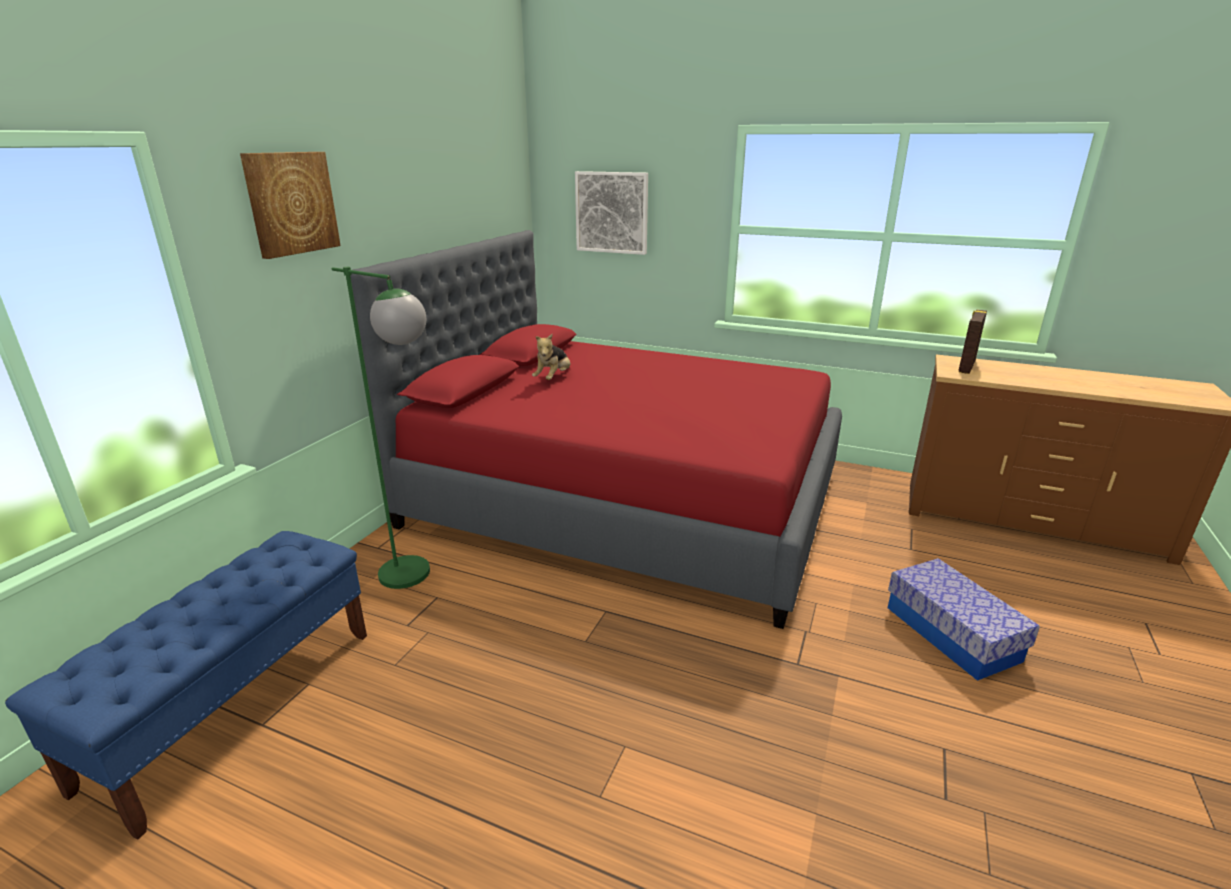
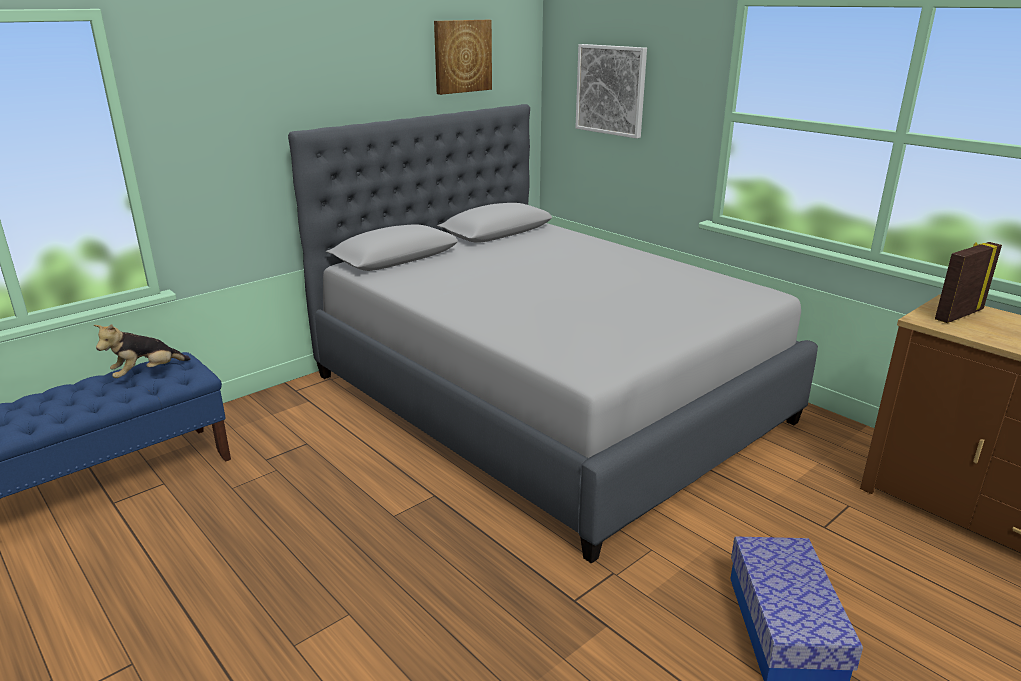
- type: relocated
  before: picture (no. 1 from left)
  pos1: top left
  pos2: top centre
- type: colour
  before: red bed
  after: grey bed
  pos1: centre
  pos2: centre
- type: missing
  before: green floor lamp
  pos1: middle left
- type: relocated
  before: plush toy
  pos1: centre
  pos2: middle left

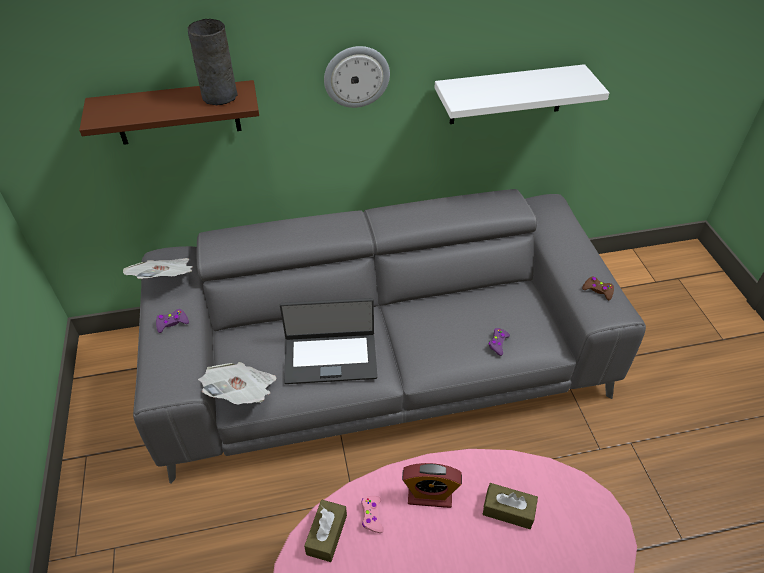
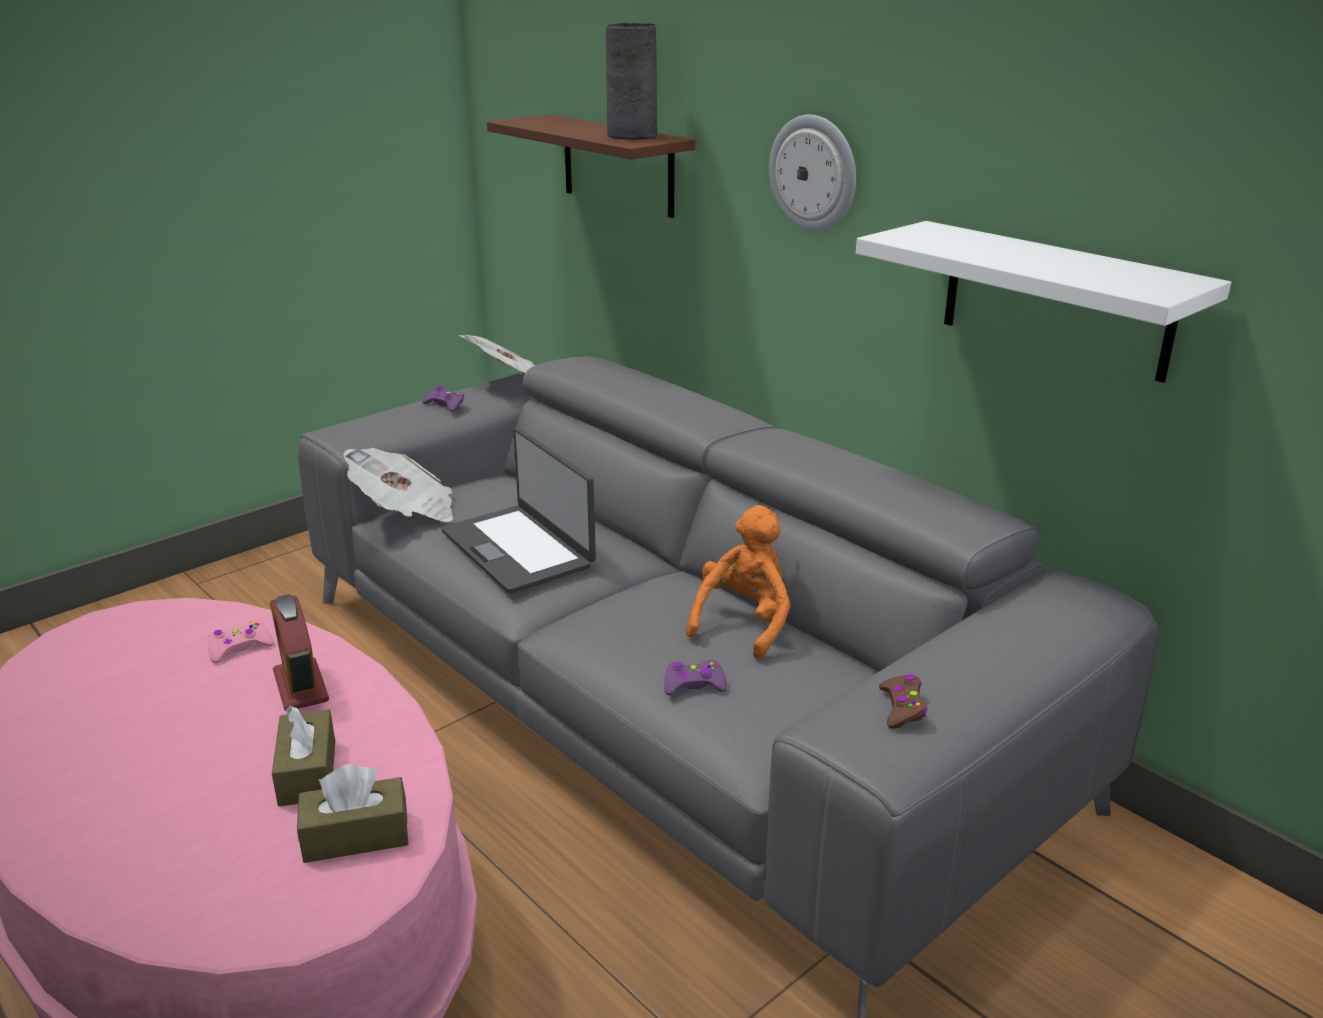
- type: relocated
  before: brown tissue box (no. 1 from left in the first image)
  after: brown tissue box (no. 2 from left)
  pos1: bottom centre
  pos2: bottom left
- type: appeared
  after: orange plush toy
  pos2: centre

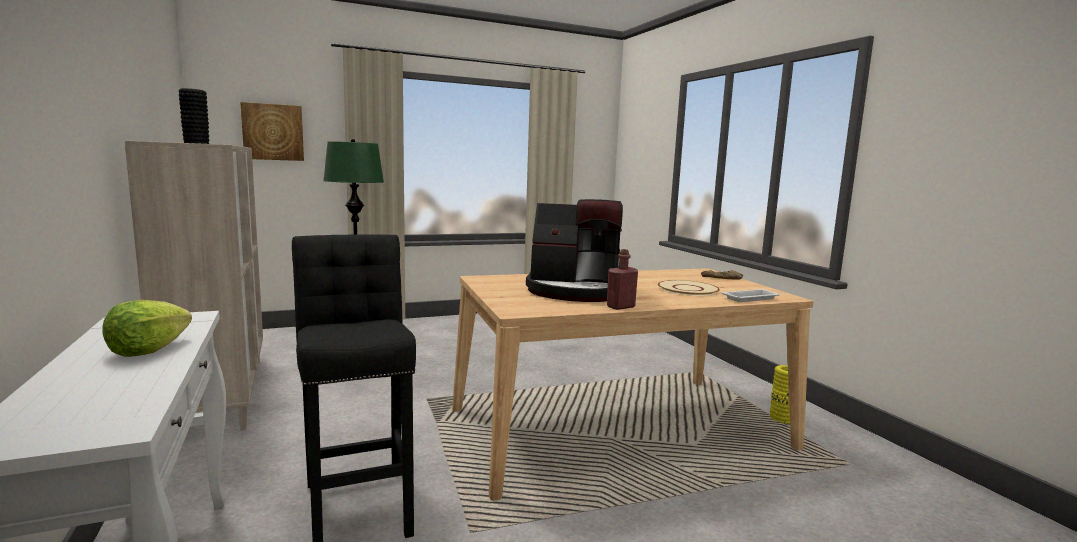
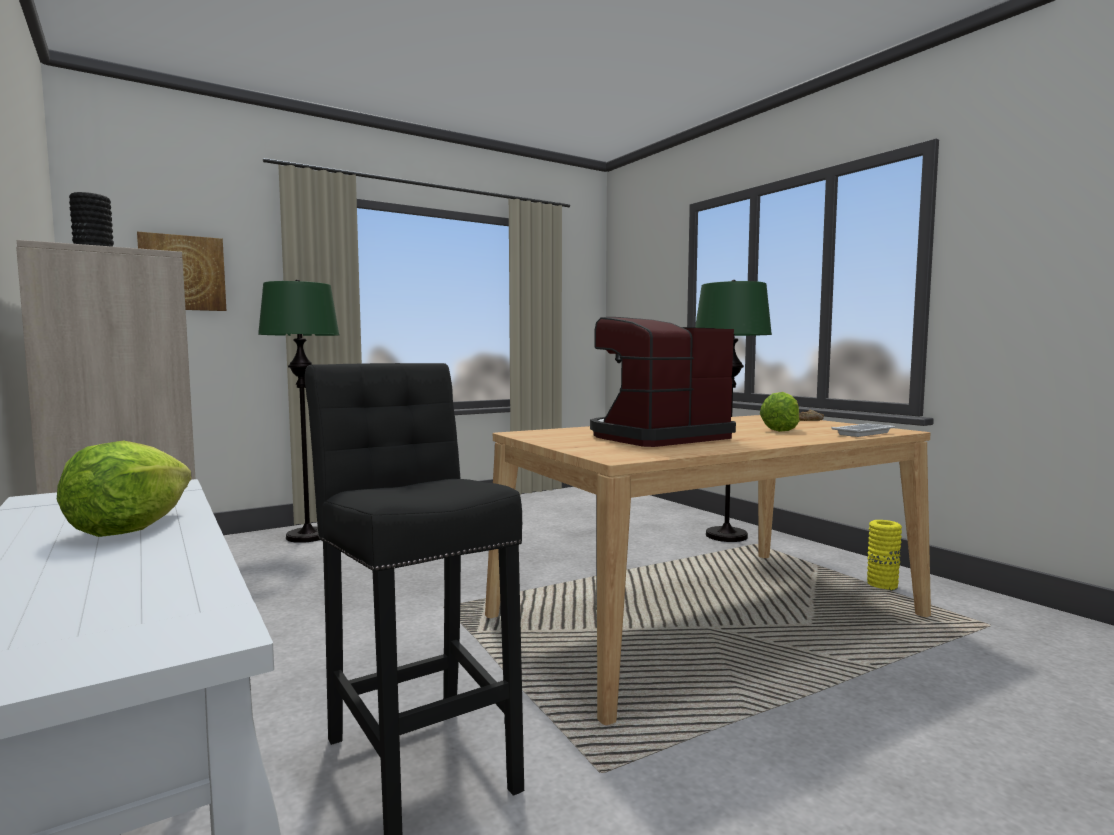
- type: spun
  before: coffee machine
  pos1: centre
  pos2: centre
  turn: 150
- type: missing
  before: red bottle
  pos1: centre
- type: exchanged
  before: beige plate
  after: lettuce (no. 2 from left)
  pos1: centre
  pos2: middle right
- type: appeared
  after: green floor lamp (no. 2 from left)
  pos2: centre

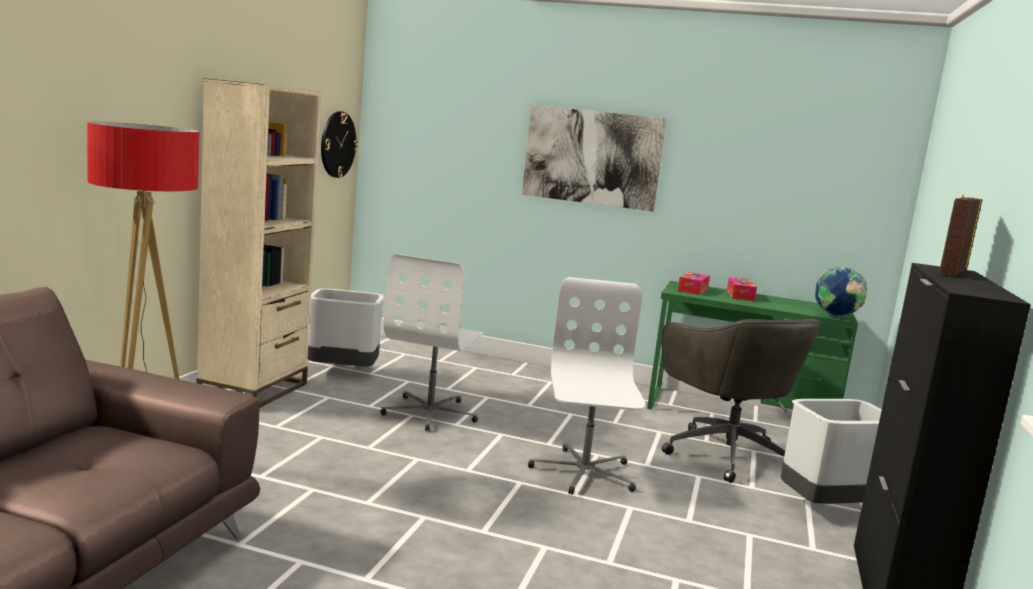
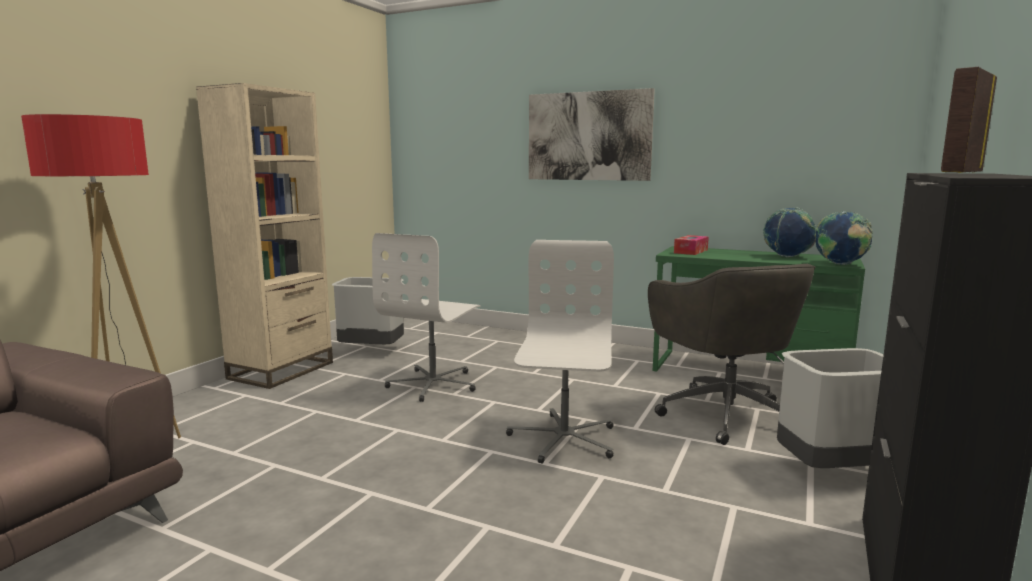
- type: missing
  before: wall clock
  pos1: top left
- type: missing
  before: tissue box (no. 2 from left)
  pos1: middle right
- type: appeared
  after: globe (no. 1 from left)
  pos2: middle right

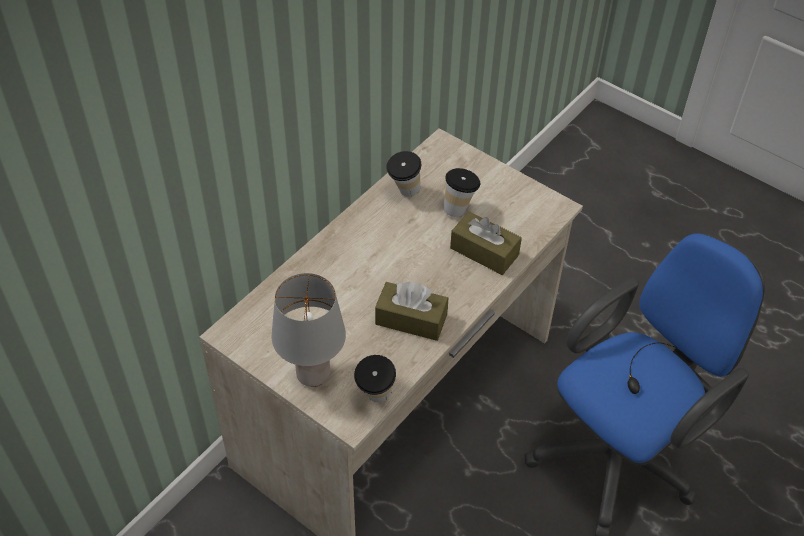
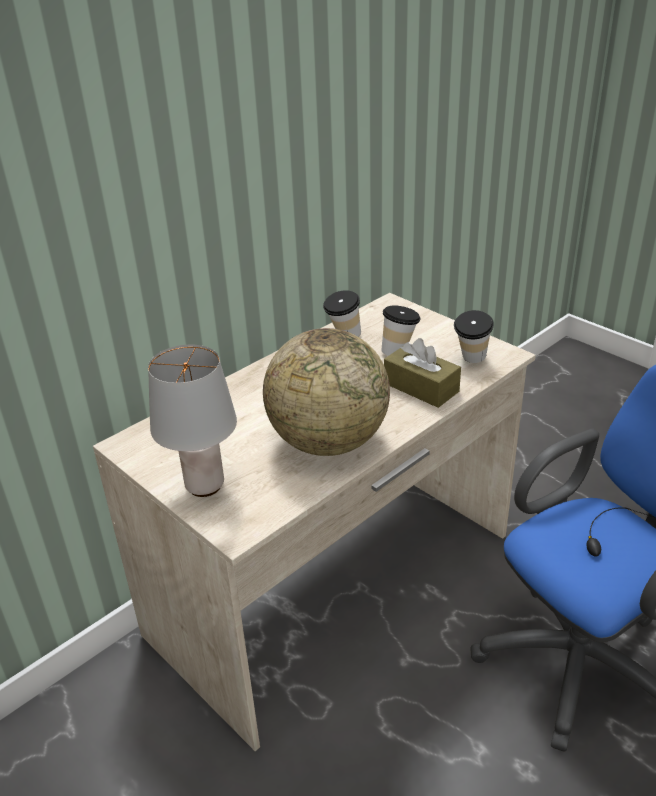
- type: exchanged
  before: brown tissue box (no. 1 from left)
  after: globe
  pos1: centre
  pos2: centre
- type: relocated
  before: cup (no. 1 from left in the first image)
  after: cup (no. 3 from left)
  pos1: bottom centre
  pos2: middle right

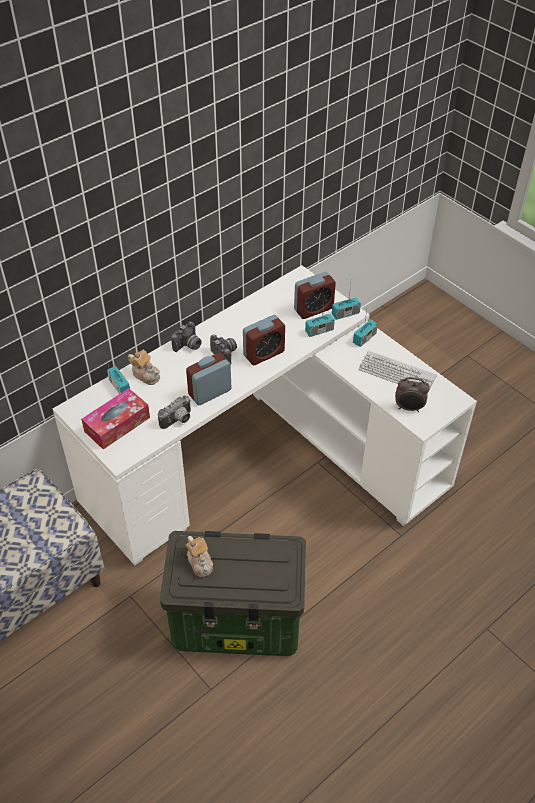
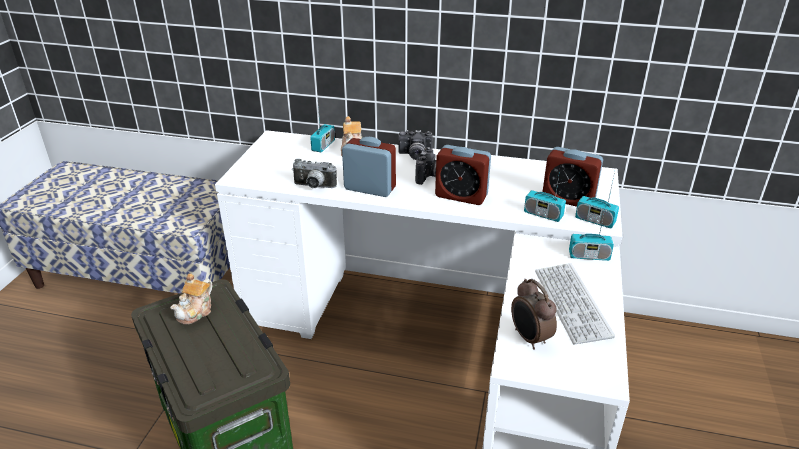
- type: missing
  before: tissue box
  pos1: middle left

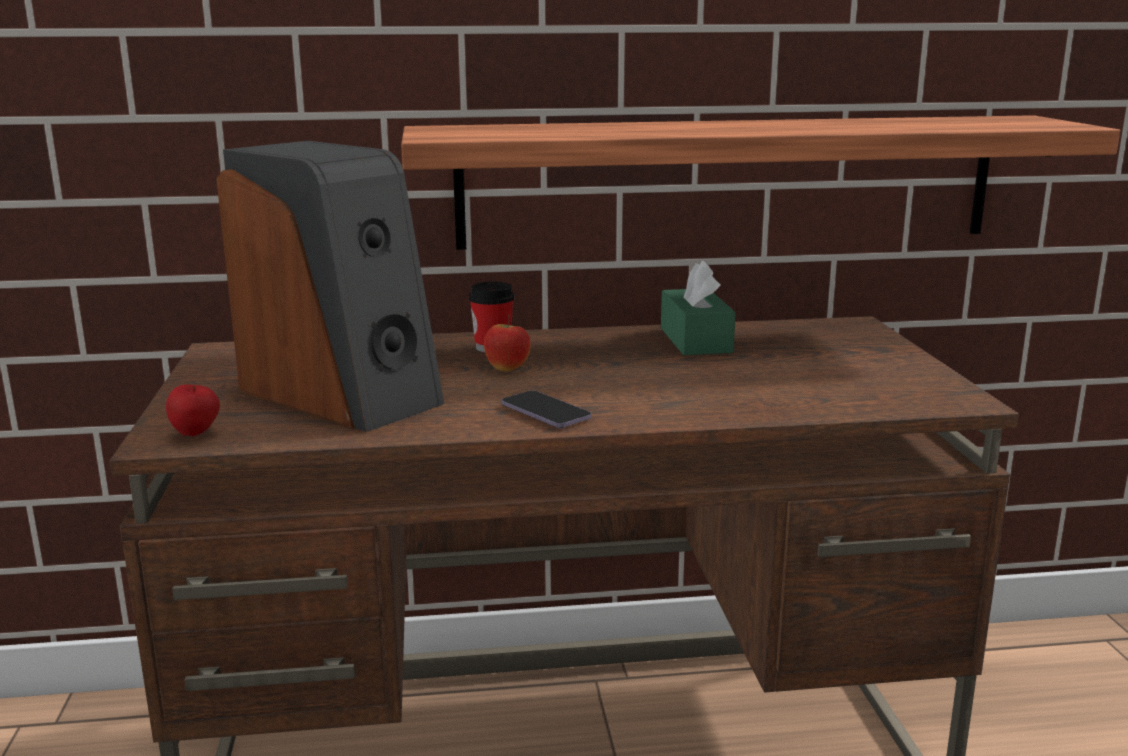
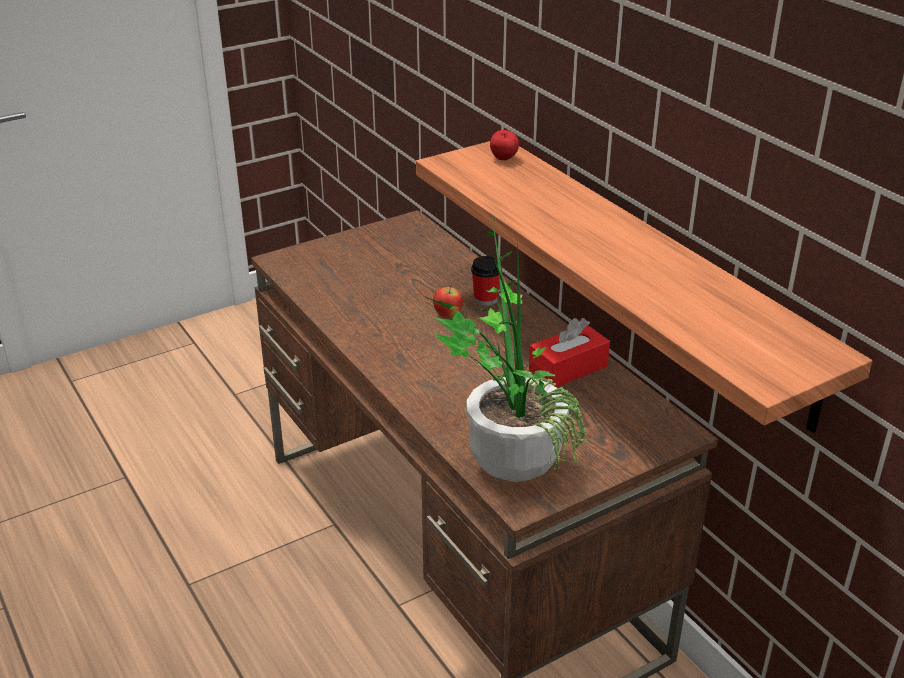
- type: missing
  before: speaker
  pos1: middle left
- type: colour
  before: green tissue box
  after: red tissue box
  pos1: centre
  pos2: centre
- type: relocated
  before: apple (no. 1 from left in the first image)
  after: apple (no. 2 from left)
  pos1: middle left
  pos2: top centre
- type: missing
  before: phone
  pos1: centre
- type: appeared
  after: potted plant
  pos2: centre

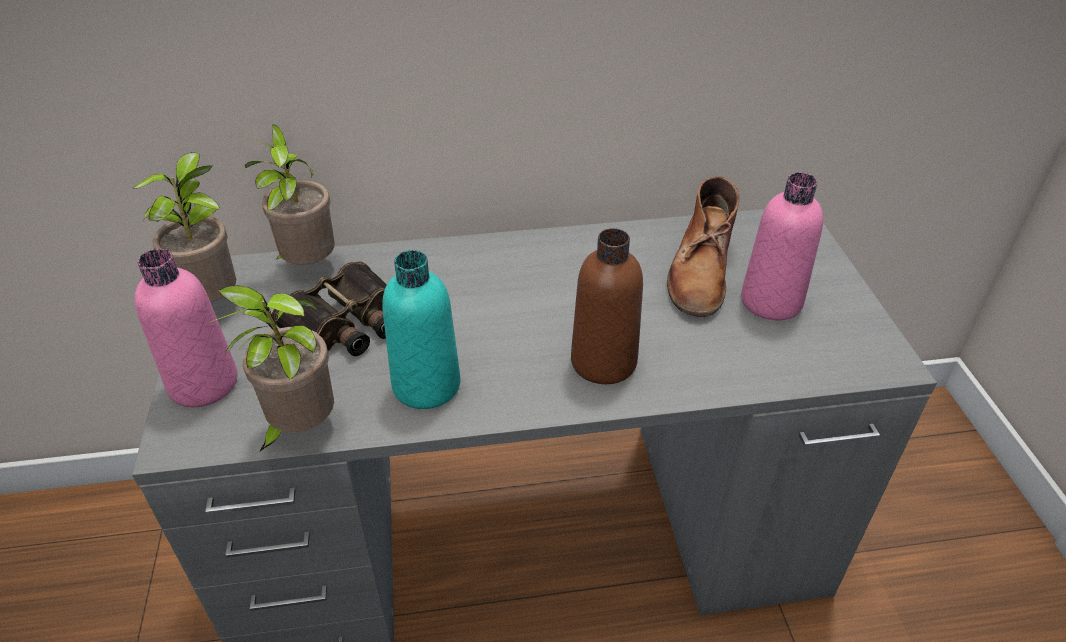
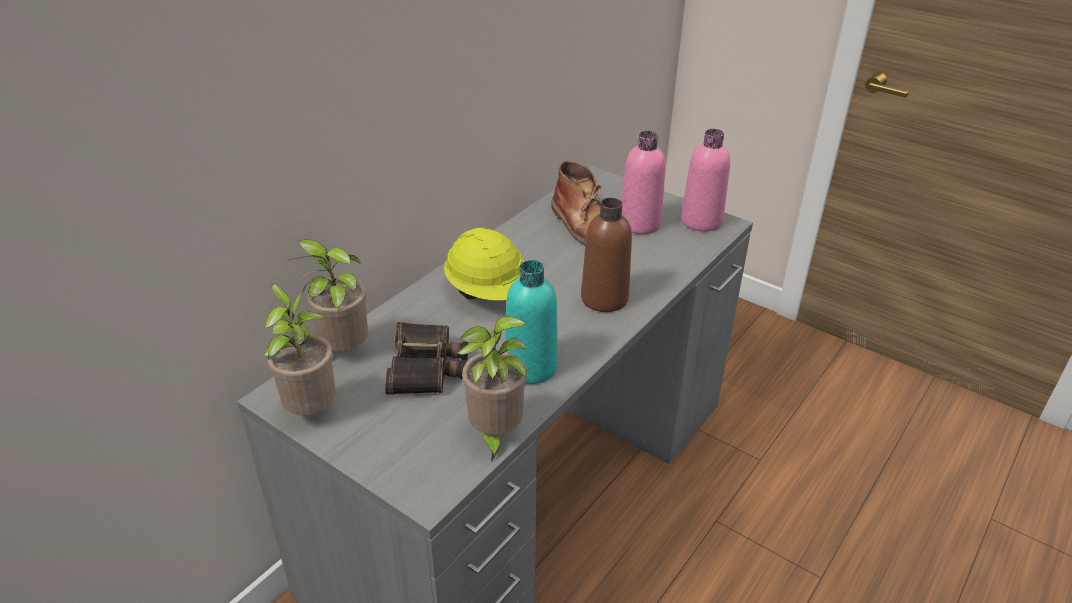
- type: relocated
  before: pink bottle (no. 1 from left in the first image)
  after: pink bottle (no. 2 from left)
  pos1: middle left
  pos2: top centre
- type: appeared
  after: yellow hard hat
  pos2: centre

